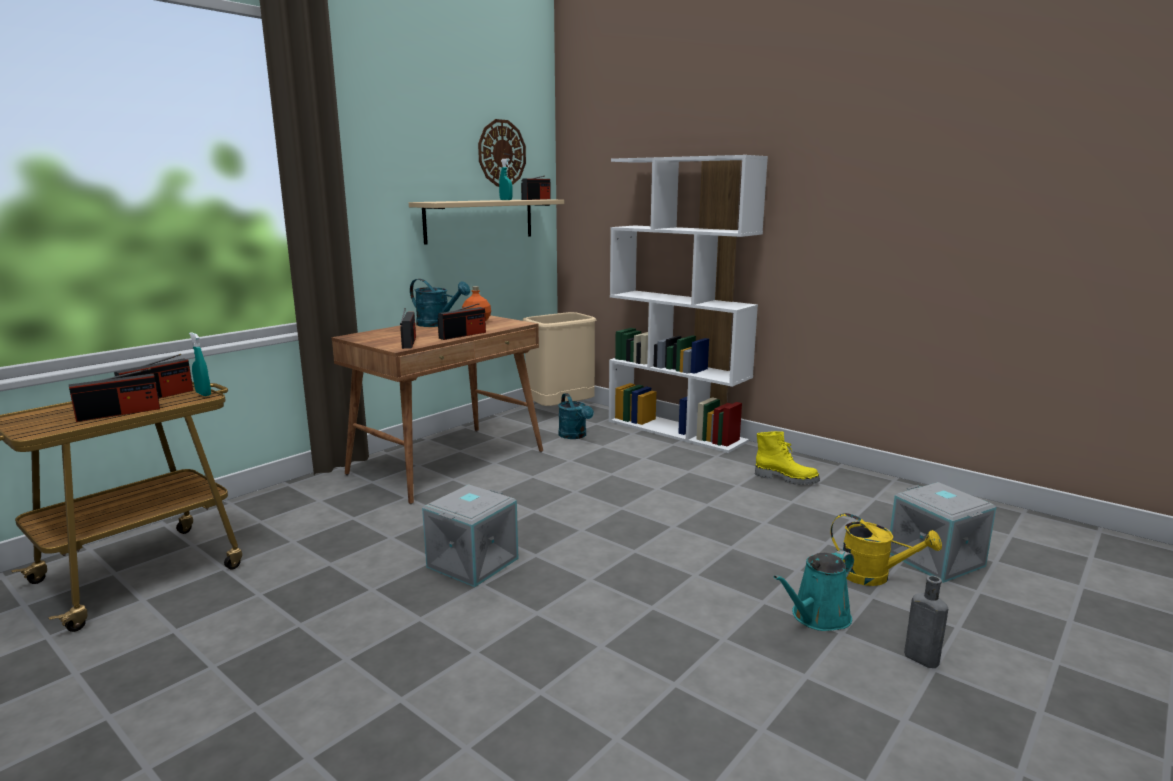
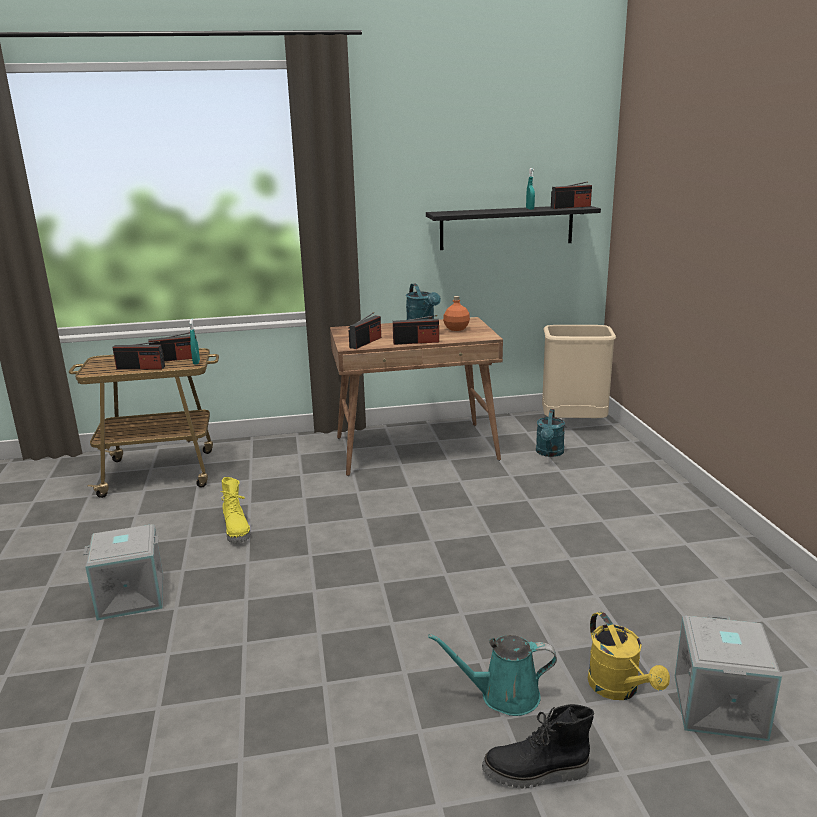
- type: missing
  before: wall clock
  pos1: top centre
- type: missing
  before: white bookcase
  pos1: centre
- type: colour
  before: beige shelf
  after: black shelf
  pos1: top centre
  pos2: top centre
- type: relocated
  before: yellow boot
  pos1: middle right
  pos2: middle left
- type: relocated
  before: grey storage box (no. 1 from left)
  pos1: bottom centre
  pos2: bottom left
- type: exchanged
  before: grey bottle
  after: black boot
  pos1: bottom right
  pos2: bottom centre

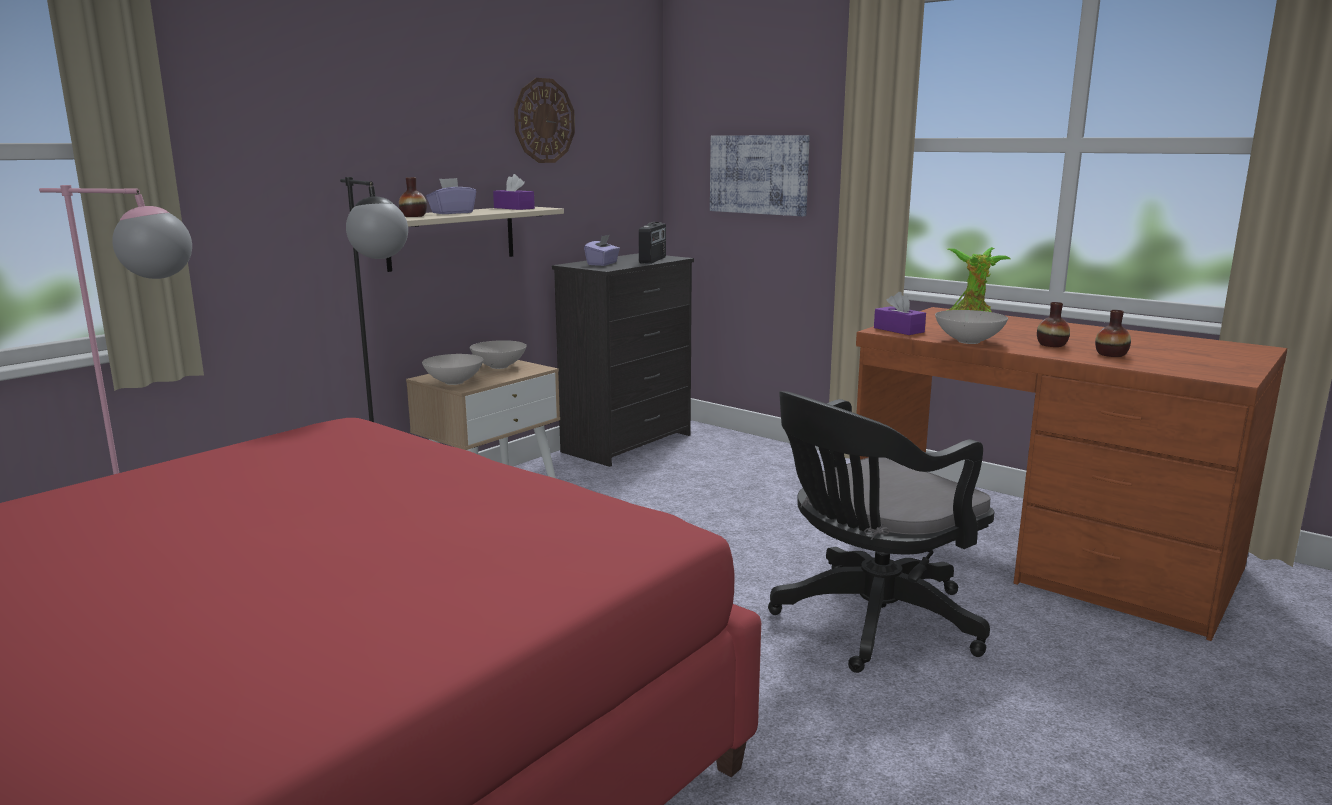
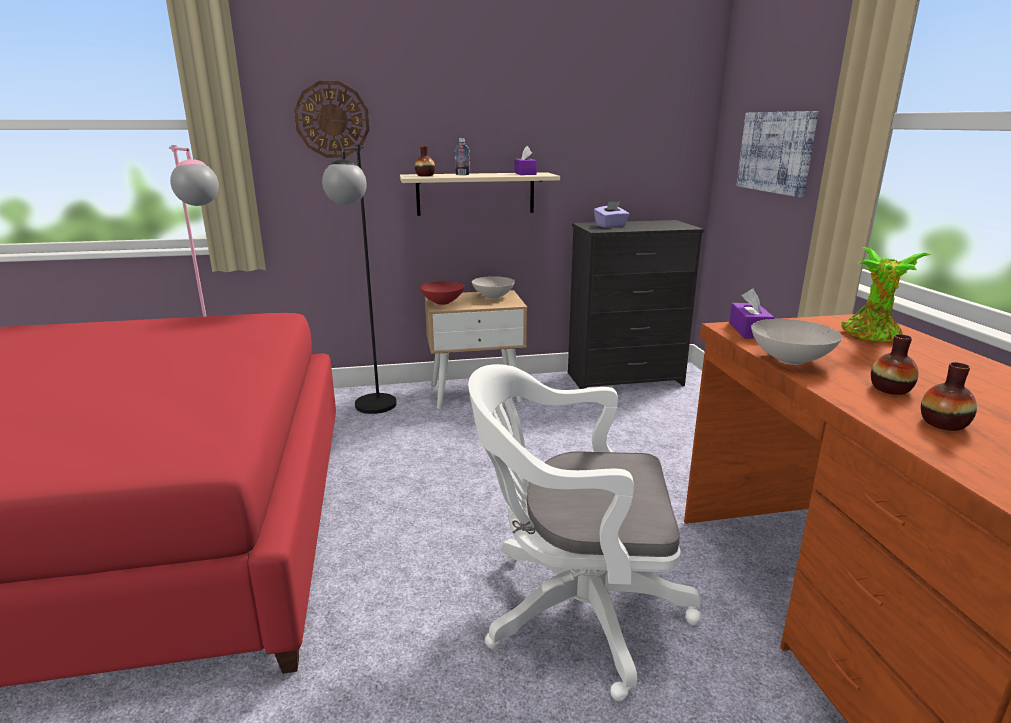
- type: relocated
  before: wall clock
  pos1: top centre
  pos2: top left
- type: exchanged
  before: purple tissue box (no. 1 from left)
  after: bottle
  pos1: top centre
  pos2: top centre
- type: missing
  before: radio
  pos1: top centre
- type: colour
  before: white bowl (no. 1 from left)
  after: red bowl
  pos1: centre
  pos2: centre
- type: colour
  before: black office chair
  after: white office chair
  pos1: centre
  pos2: bottom centre

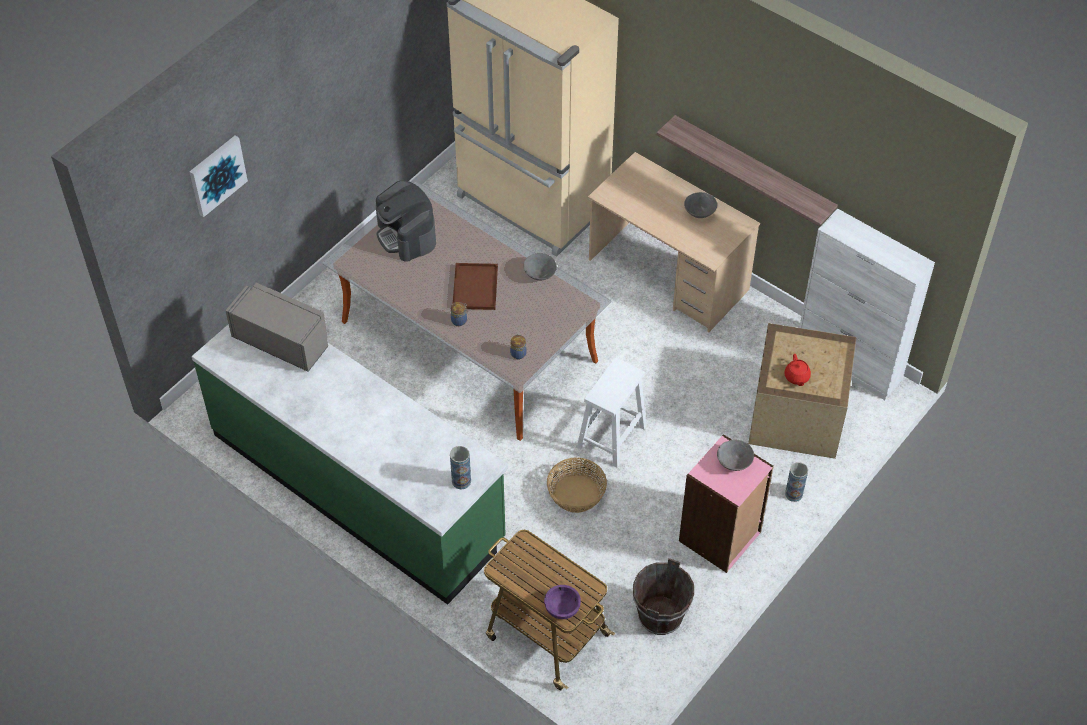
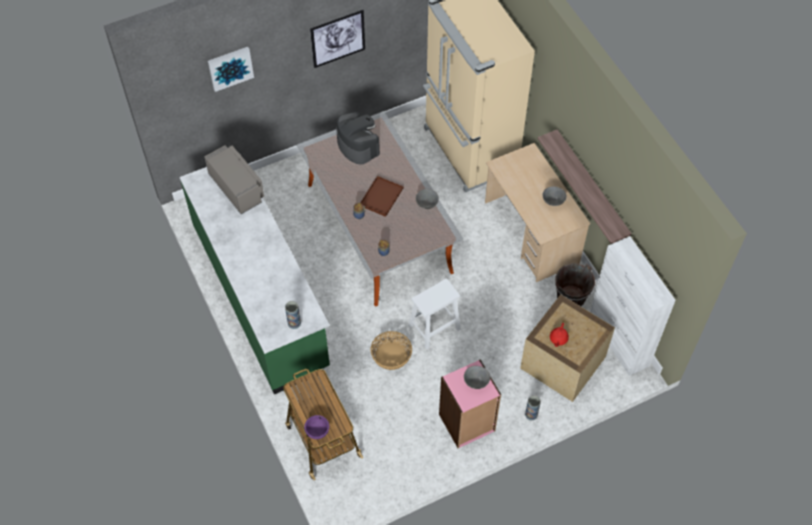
- type: spun
  before: coffee machine
  pos1: top centre
  pos2: top centre
  turn: 150
- type: relocated
  before: brown bucket
  pos1: bottom centre
  pos2: middle right
- type: appeared
  after: picture (no. 2 from left)
  pos2: top centre

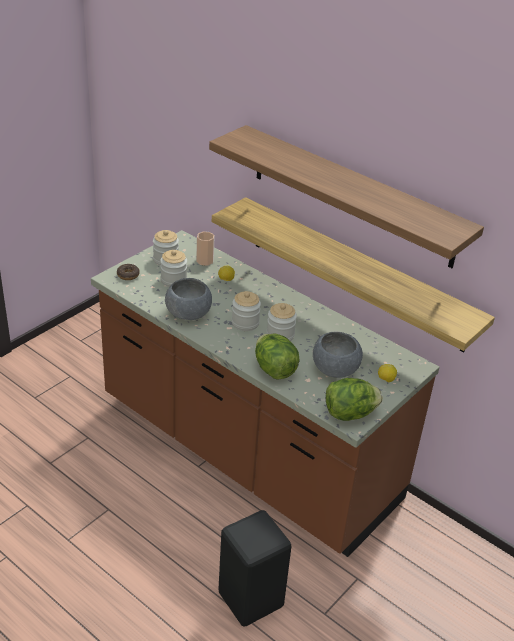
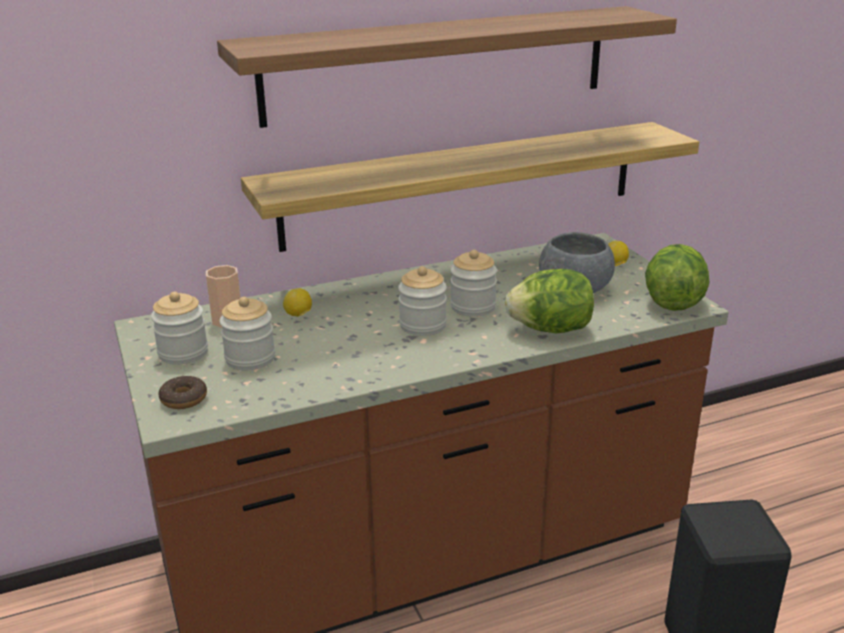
- type: missing
  before: grey bowl (no. 1 from left)
  pos1: centre

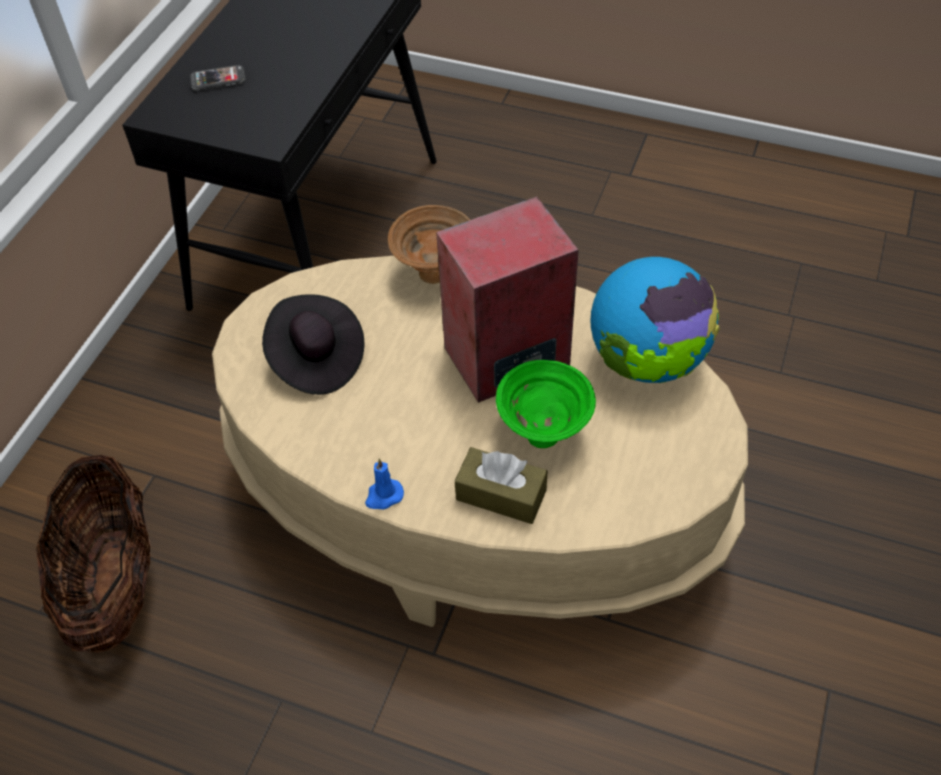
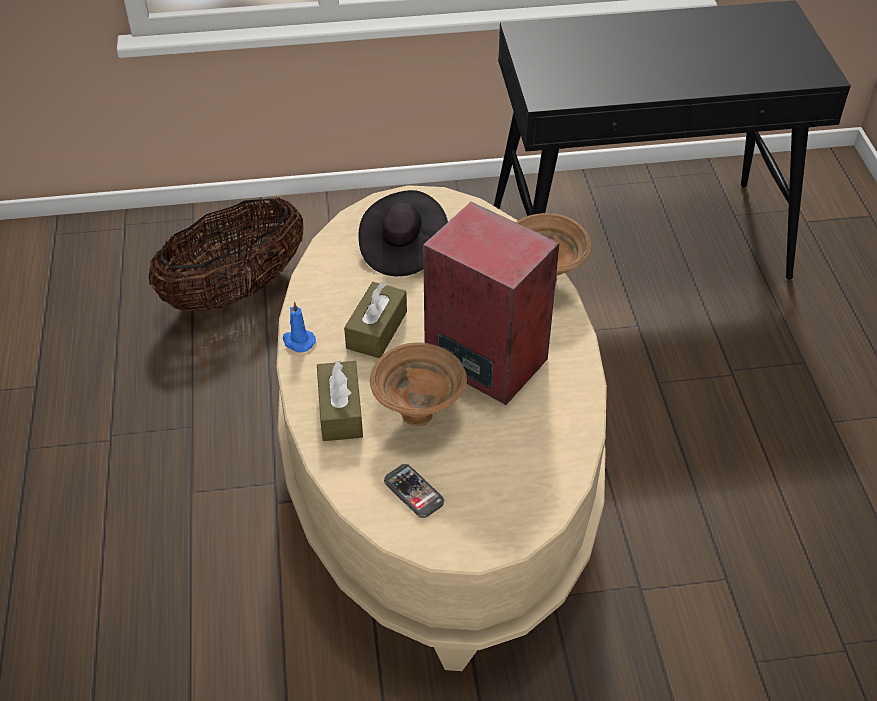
- type: relocated
  before: phone
  pos1: top left
  pos2: bottom centre
- type: missing
  before: globe
  pos1: middle right
- type: colour
  before: green bowl
  after: brown bowl (no. 1 from left)
  pos1: centre
  pos2: centre
- type: appeared
  after: brown tissue box (no. 2 from left)
  pos2: centre

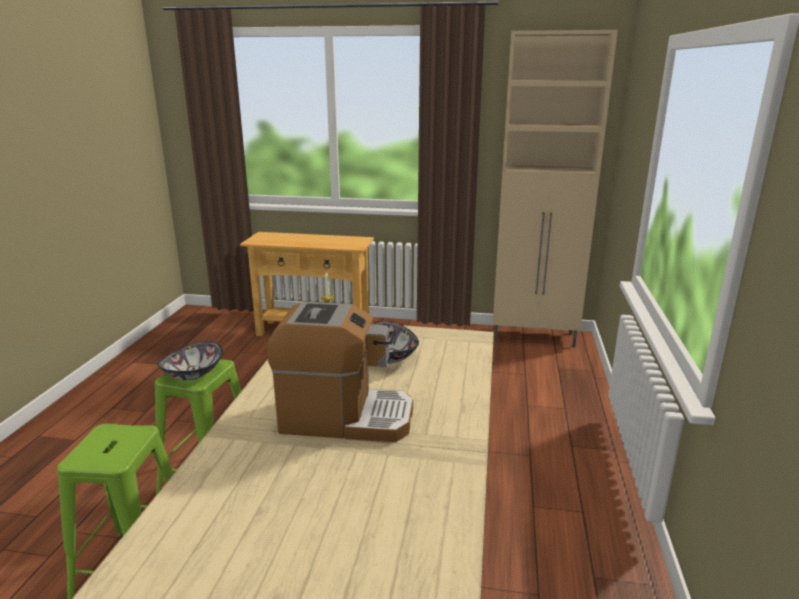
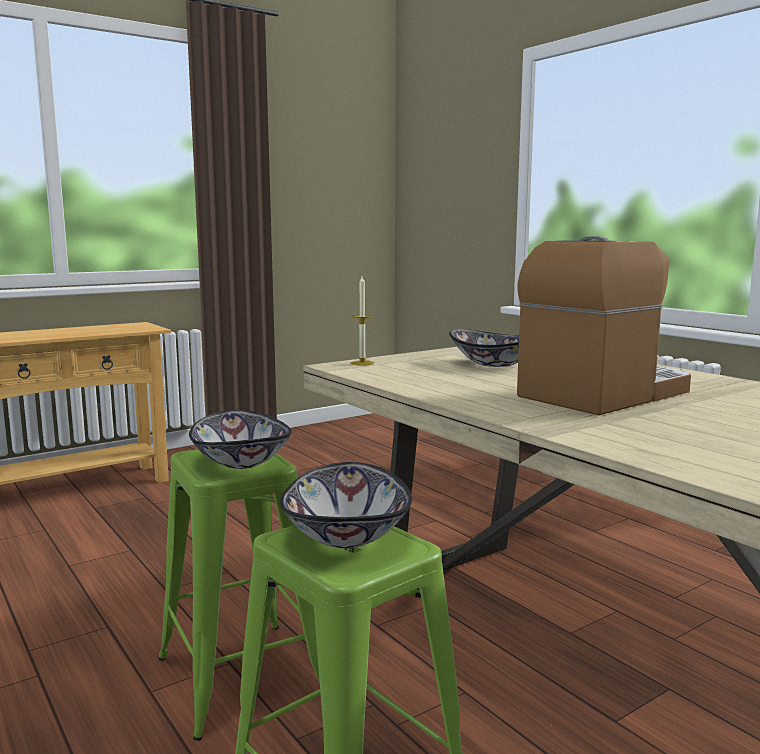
- type: missing
  before: beige cabinet
  pos1: top right
- type: appeared
  after: bowl (no. 2 from left)
  pos2: bottom centre

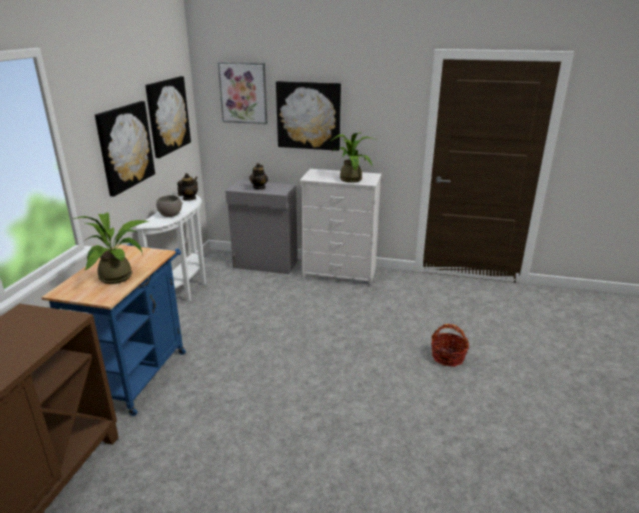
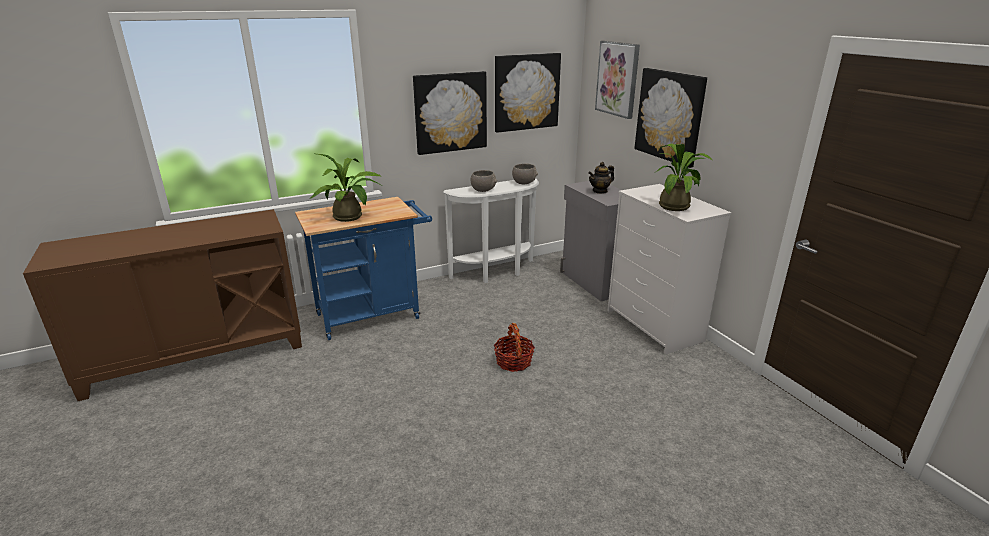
- type: exchanged
  before: teapot (no. 1 from left)
  after: grey bowl (no. 2 from left)
  pos1: middle left
  pos2: top centre
- type: relocated
  before: basket
  pos1: bottom right
  pos2: centre

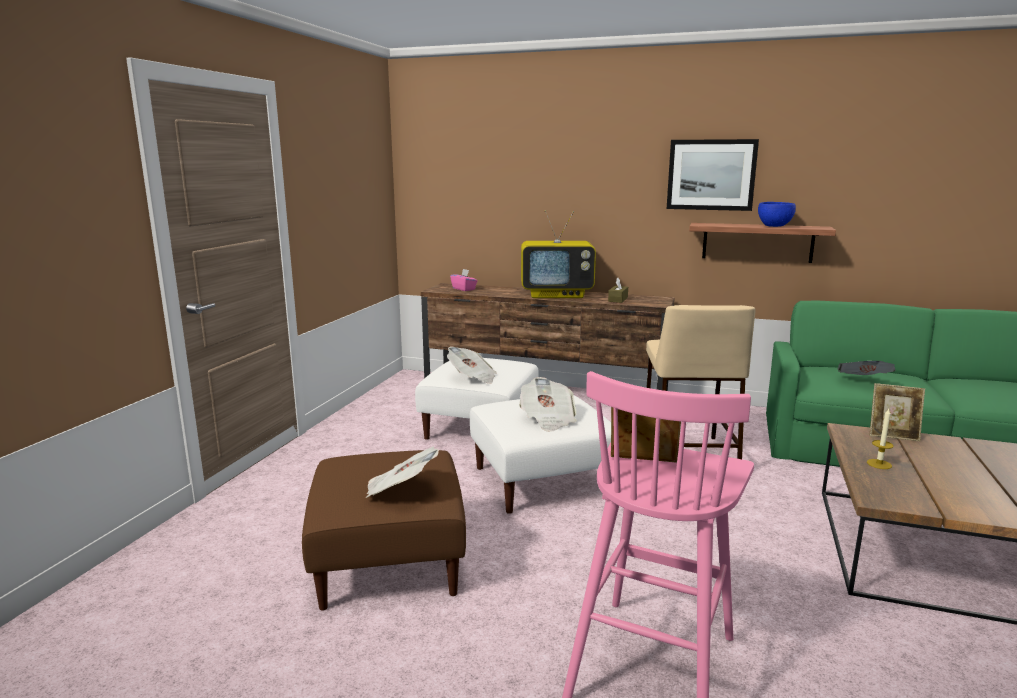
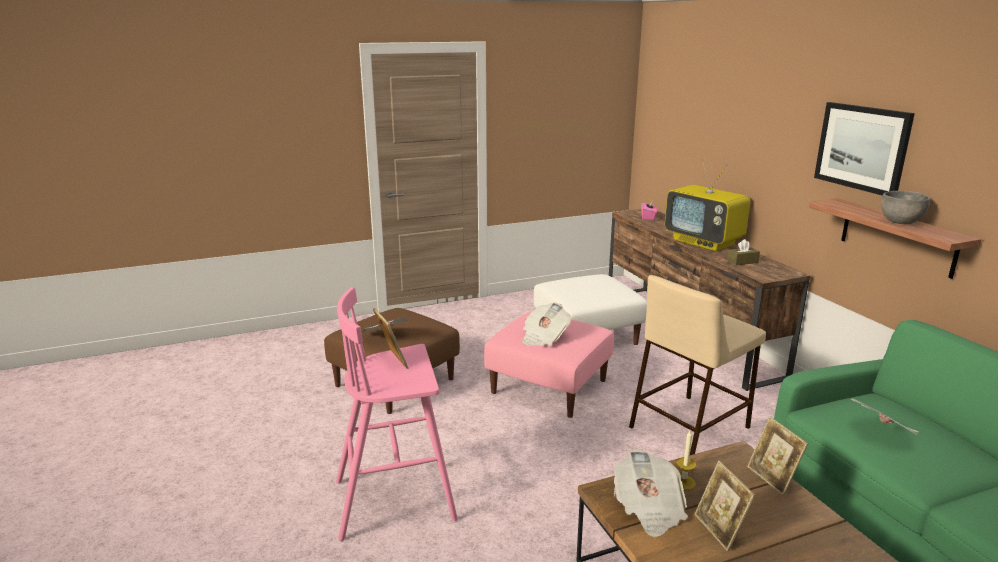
- type: colour
  before: blue bowl
  after: grey bowl
  pos1: top right
  pos2: middle right
- type: relocated
  before: newspaper (no. 2 from left in the first image)
  after: newspaper (no. 3 from left)
  pos1: centre
  pos2: bottom centre
- type: colour
  before: white ottoman (no. 2 from left)
  after: pink ottoman
  pos1: centre
  pos2: centre
- type: appeared
  after: picture frame (no. 2 from left)
  pos2: bottom right

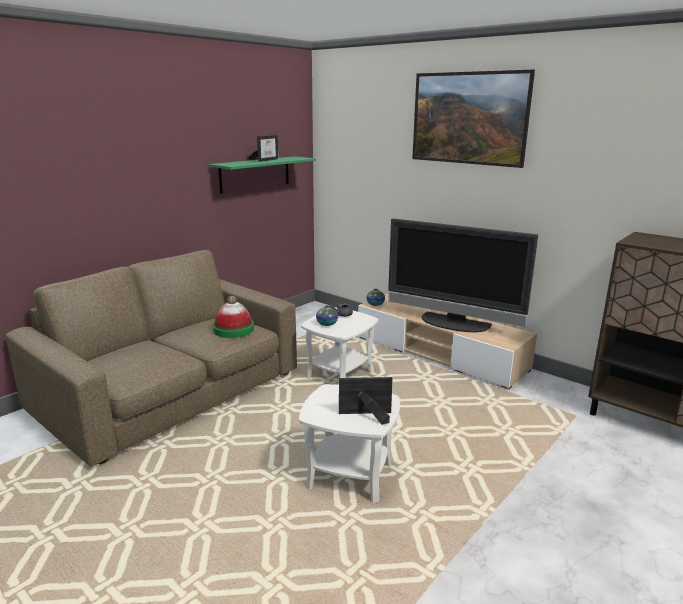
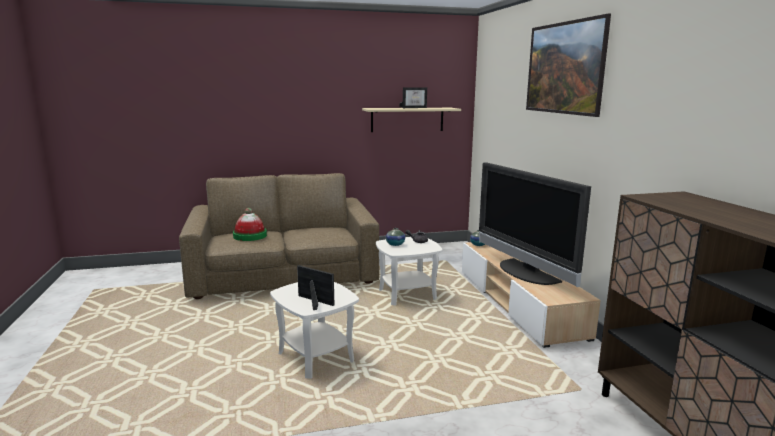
- type: colour
  before: green shelf
  after: beige shelf
  pos1: top centre
  pos2: top centre
- type: relocated
  before: hat
  pos1: centre
  pos2: middle left

